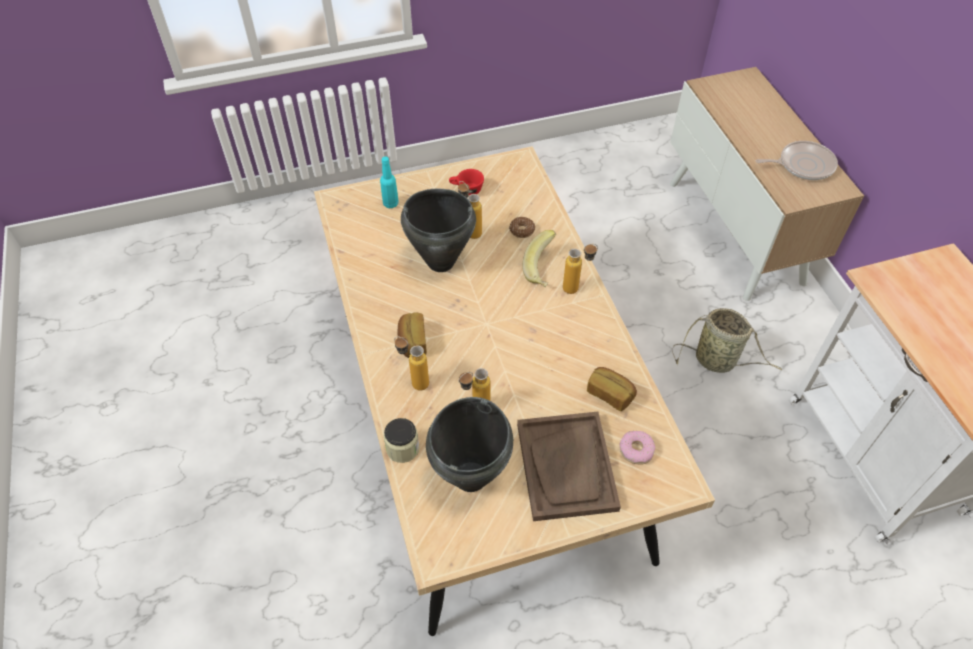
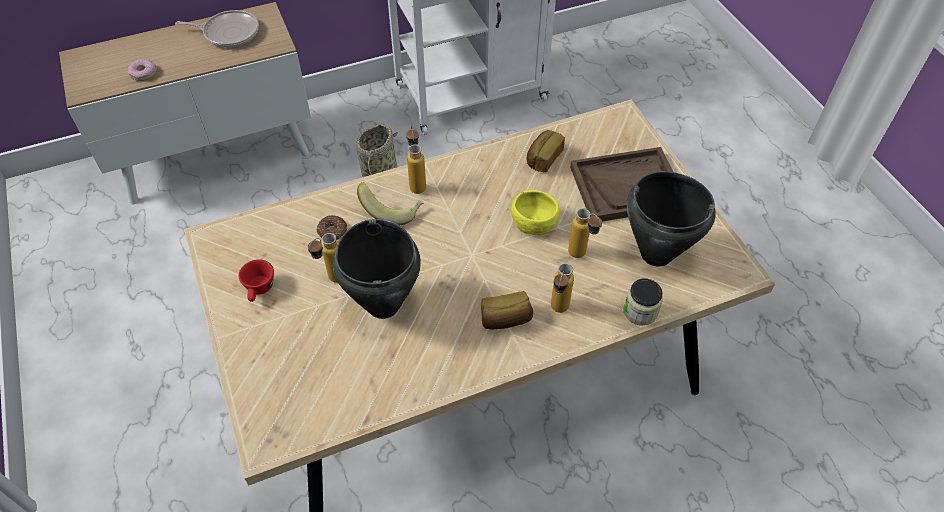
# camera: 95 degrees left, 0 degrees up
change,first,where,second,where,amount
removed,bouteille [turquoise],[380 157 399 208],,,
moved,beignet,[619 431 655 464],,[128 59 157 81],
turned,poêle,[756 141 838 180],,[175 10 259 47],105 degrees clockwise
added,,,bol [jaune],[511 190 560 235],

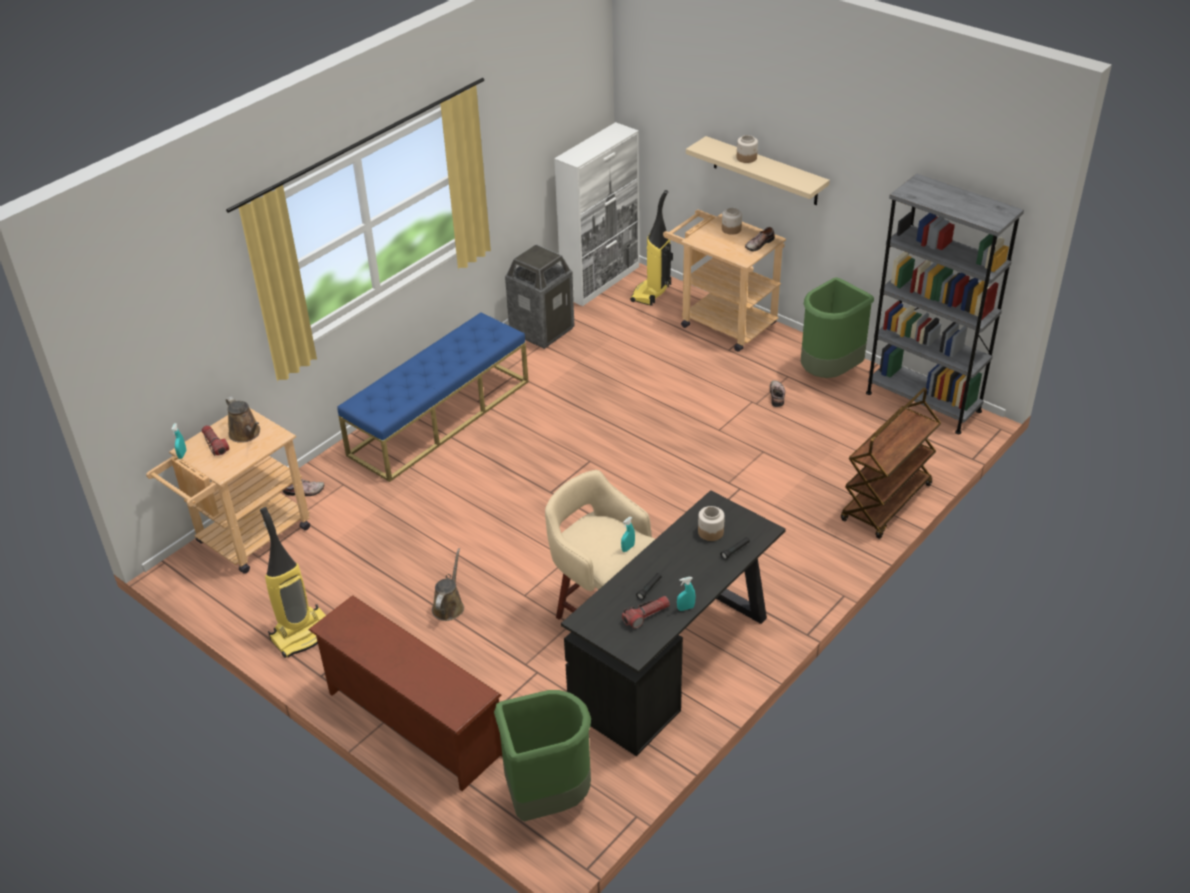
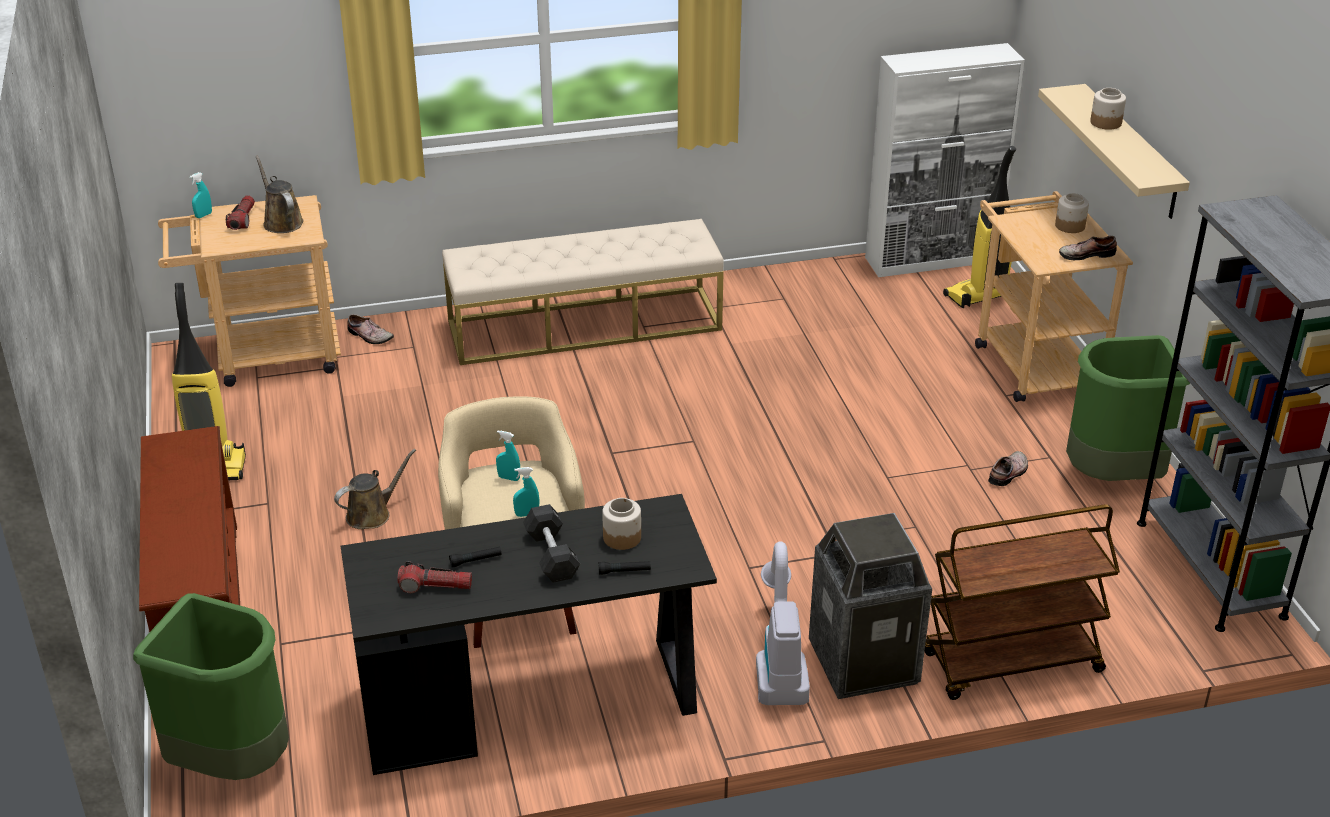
# camera: 35 degrees right, 5 degrees down
change,first,where,second,where,amount
turned,arrosoir [marron],[226 397 260 443],,[256 156 304 233],150 degrees clockwise
recoloured,banc [bleu],[337 312 528 482],banc [beige],[442 219 724 365],
moved,poubelle,[505 244 574 349],,[809 513 932 699],
moved,vaporisateur [turquoise],[677 577 695 611],,[496 430 520 481],
added,,,haltère [noir],[523 504 580 583],
added,,,aspirateur,[756 541 810 705],

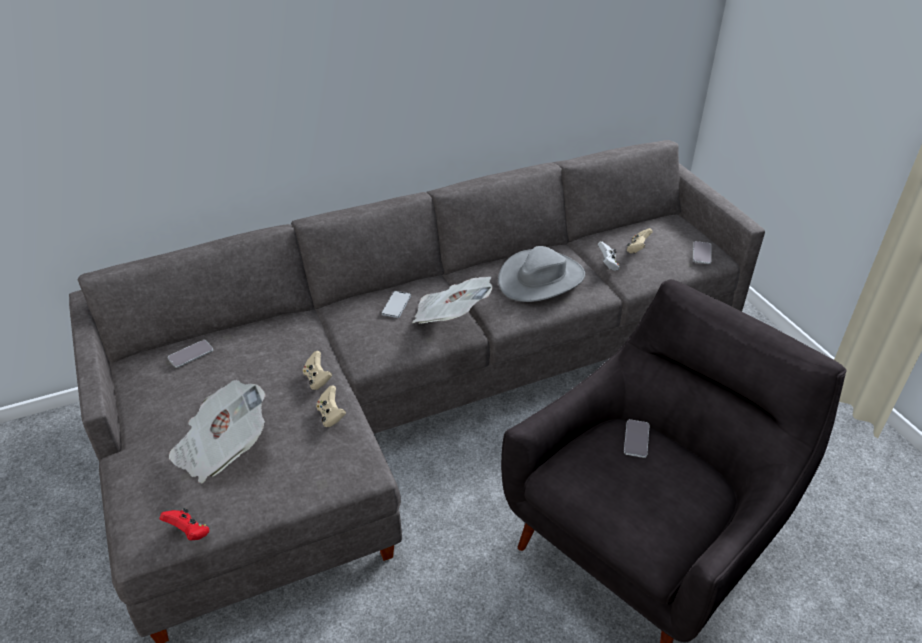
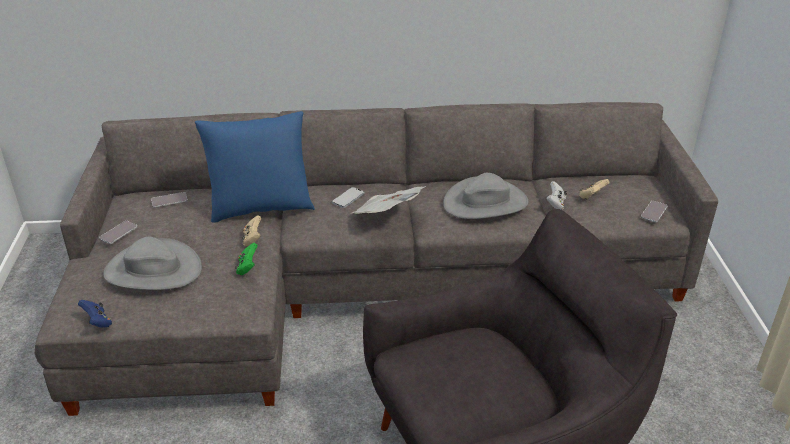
# camera: 20 degrees right, 5 degrees down
change,first,where,second,where,amount
recoloured,manette [rouge],[159 508 210 540],manette [bleu],[78 300 112 328],
replaced,journal,[169 380 266 483],chapeau [gris],[103 237 202 290],
recoloured,manette [beige],[316 385 346 427],manette [vert],[235 243 258 275],
moved,téléphone,[624 419 649 458],,[99 221 137 244],
added,,,coussin [bleu],[195 111 315 223],

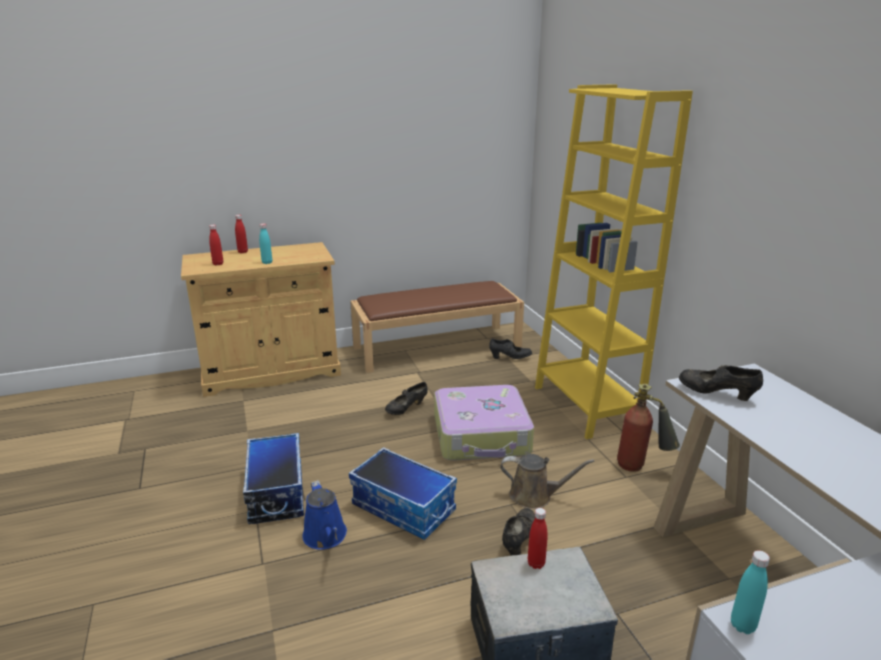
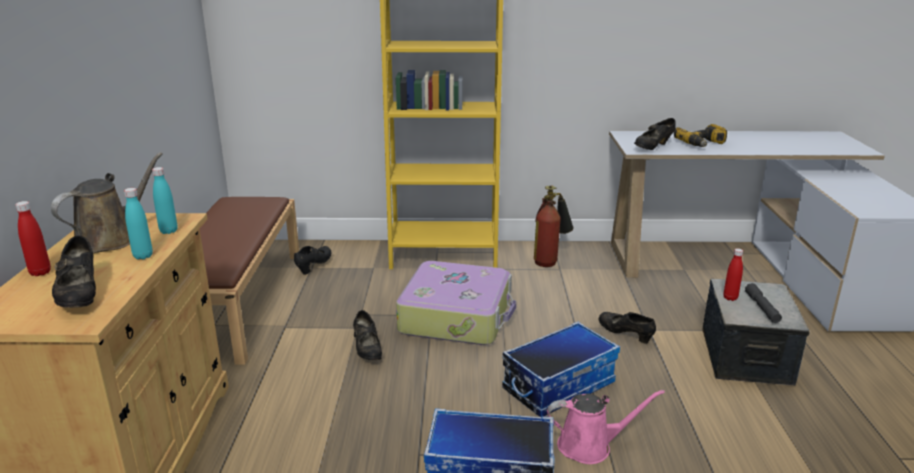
# camera: 70 degrees left, 0 degrees up
change,first,where,second,where,amount
replaced,bouteille [rouge],[209 225 223 265],chaussure [noir],[52 236 96 308],
recoloured,arrosoir [bleu],[302 480 347 550],arrosoir [rose],[547 390 665 464],
moved,arrosoir [marron],[500 454 594 509],,[51 152 163 253],
moved,bouteille [turquoise],[731 550 770 634],,[152 167 178 234],
added,,,perceuse,[674 124 727 147],
added,,,lampe de poche [gris],[745 283 782 323],

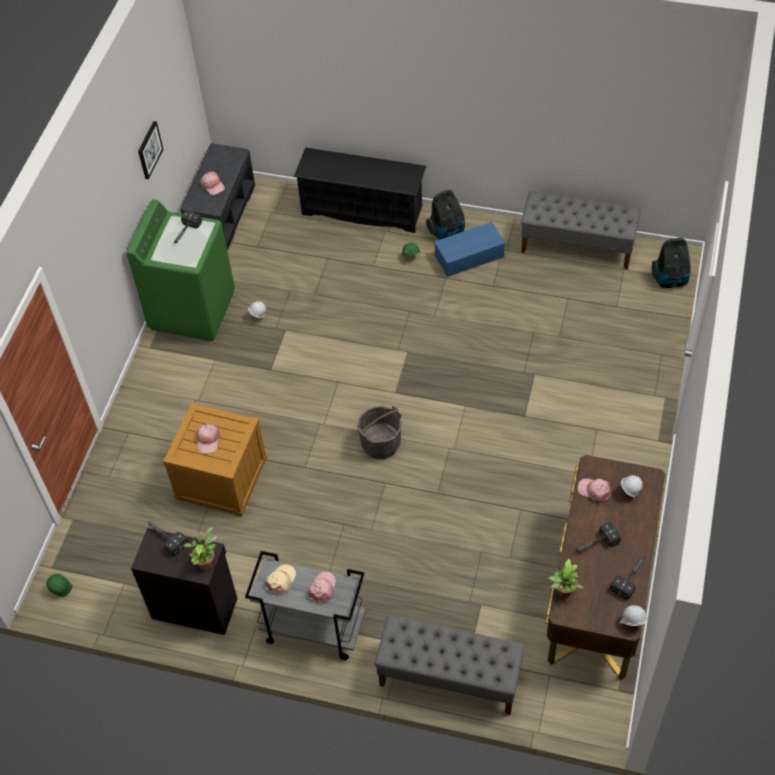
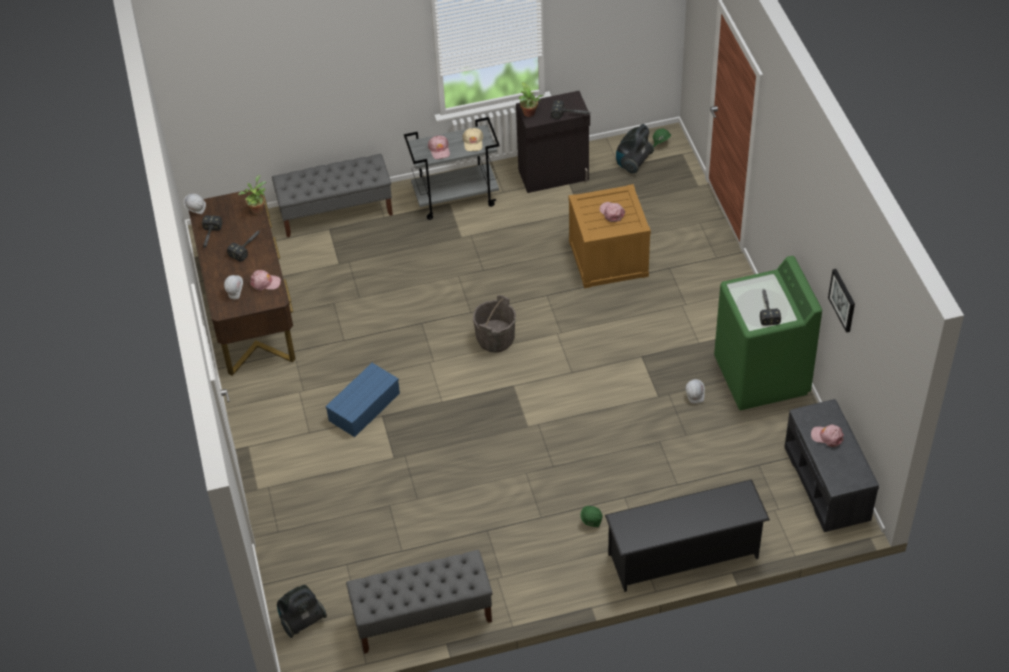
# camera: 150 degrees right, 5 degrees down
change,first,where,second,where,amount
moved,aspirateur,[426 189 465 240],,[616 124 654 174],
moved,boîte de rangement [bleu],[434 222 506 277],,[325 363 400 437],

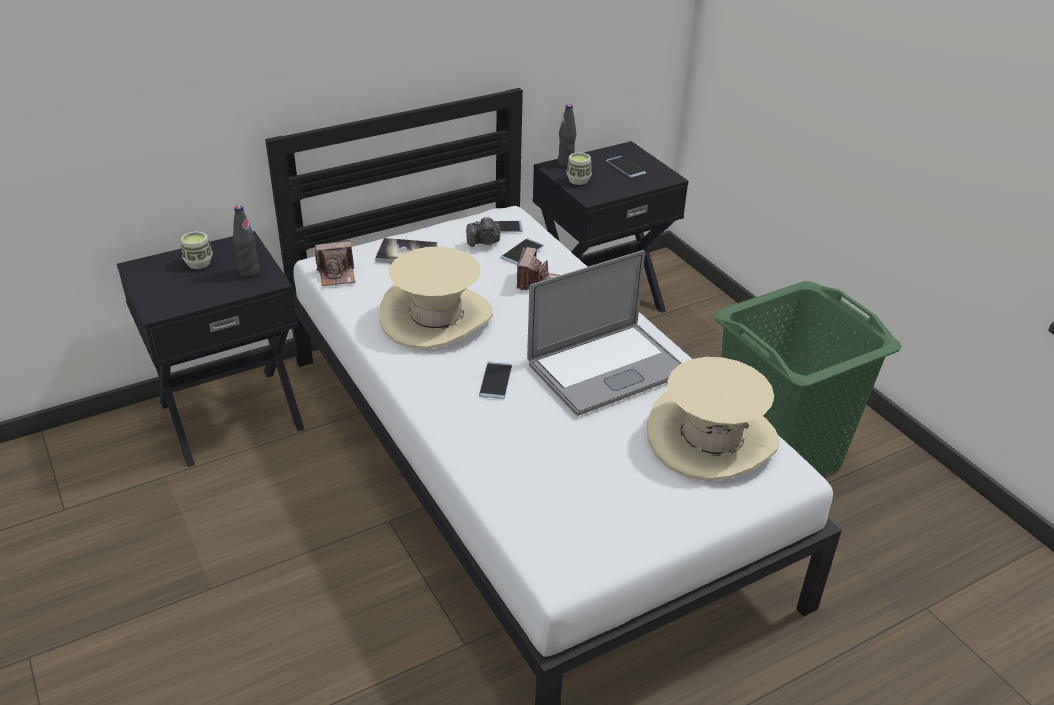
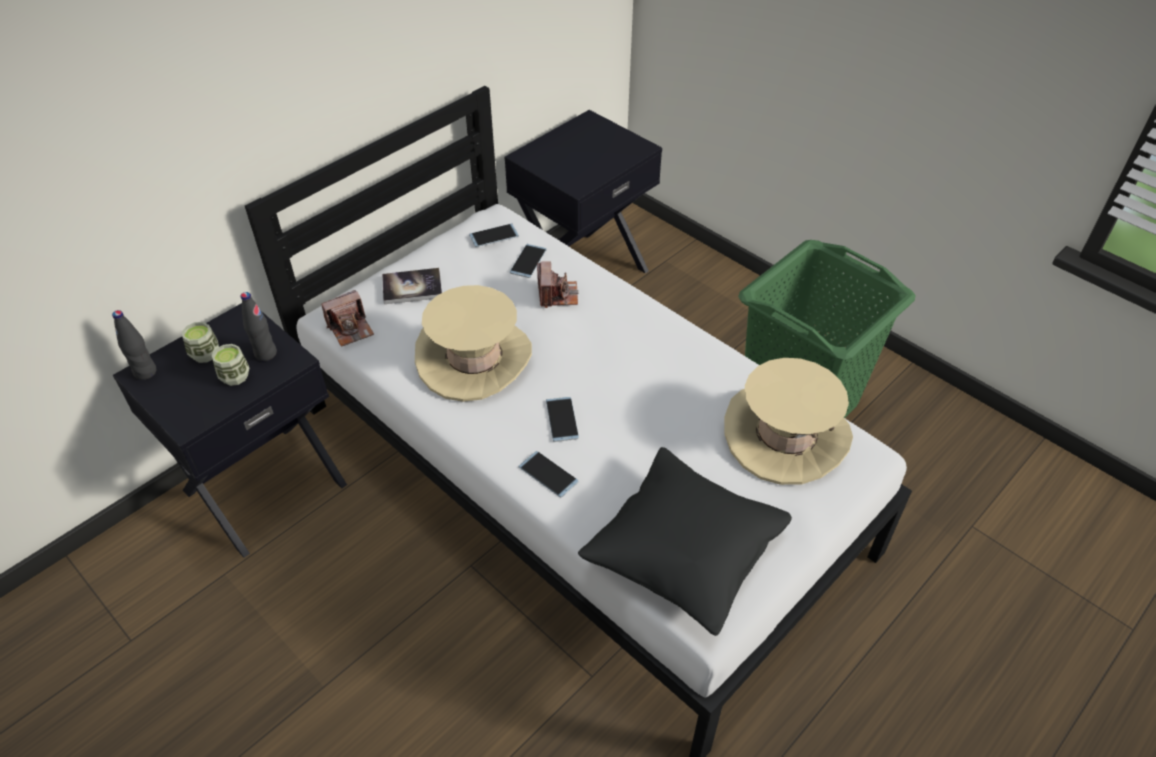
# camera: 15 degrees left, 10 degrees up
change,first,where,second,where,amount
removed,appareil photo,[466 217 500 247],,,
removed,ordinateur portable,[527 250 682 416],,,
moved,bouteille [noir],[558 104 576 167],,[112 310 156 380],
moved,tasse,[566 152 592 185],,[212 344 249 386],
moved,téléphone,[606 156 646 178],,[518 451 579 497],
added,,,coussin [noir],[578 447 792 636],

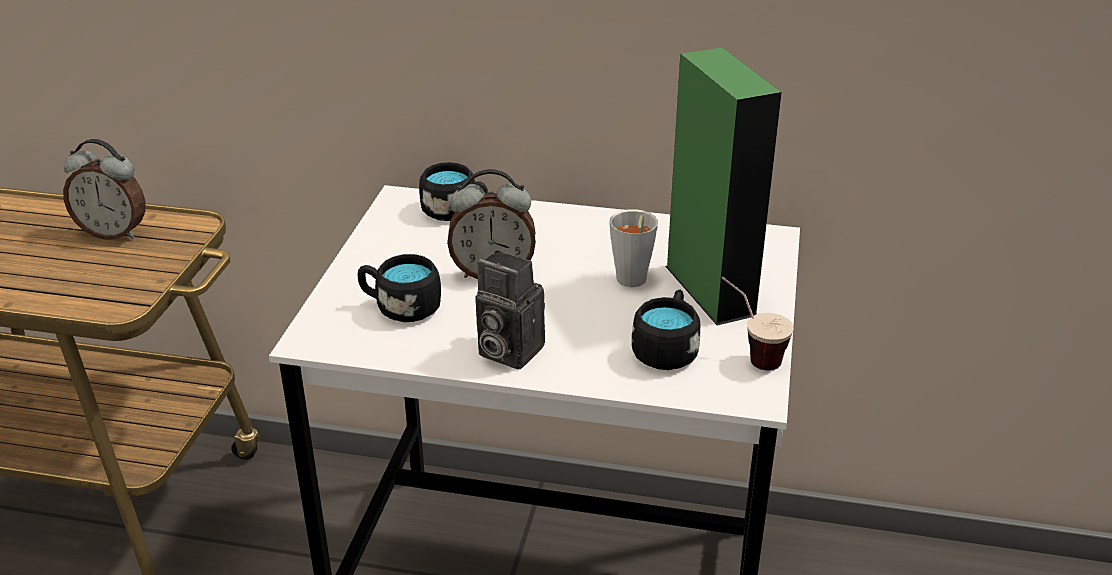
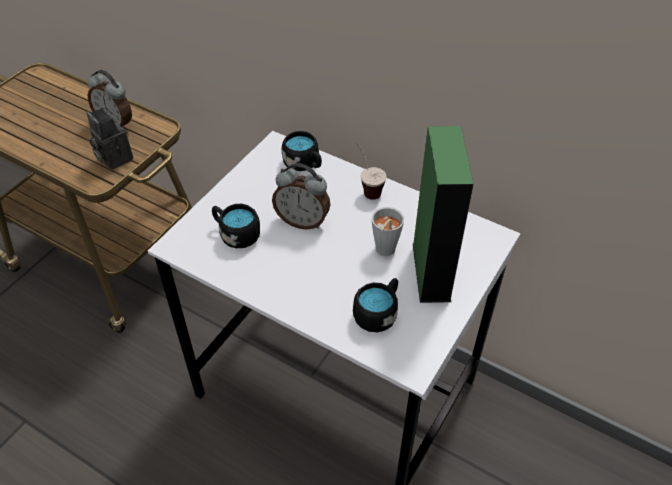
# camera: 20 degrees right, 15 degrees up
change,first,where,second,where,amount
moved,appareil photo,[475 250 545 370],,[87 108 133 170],
moved,tasse,[721 277 794 370],,[357 142 387 200],

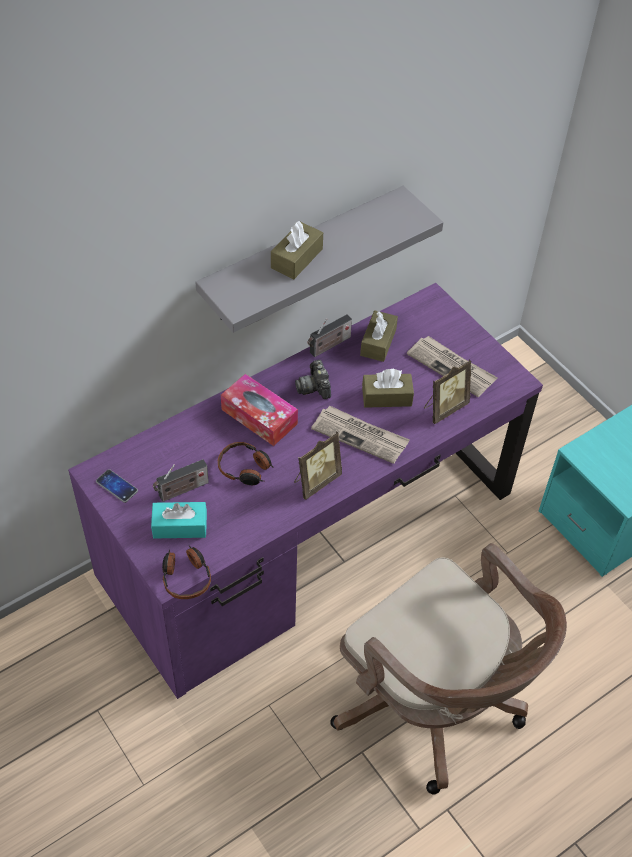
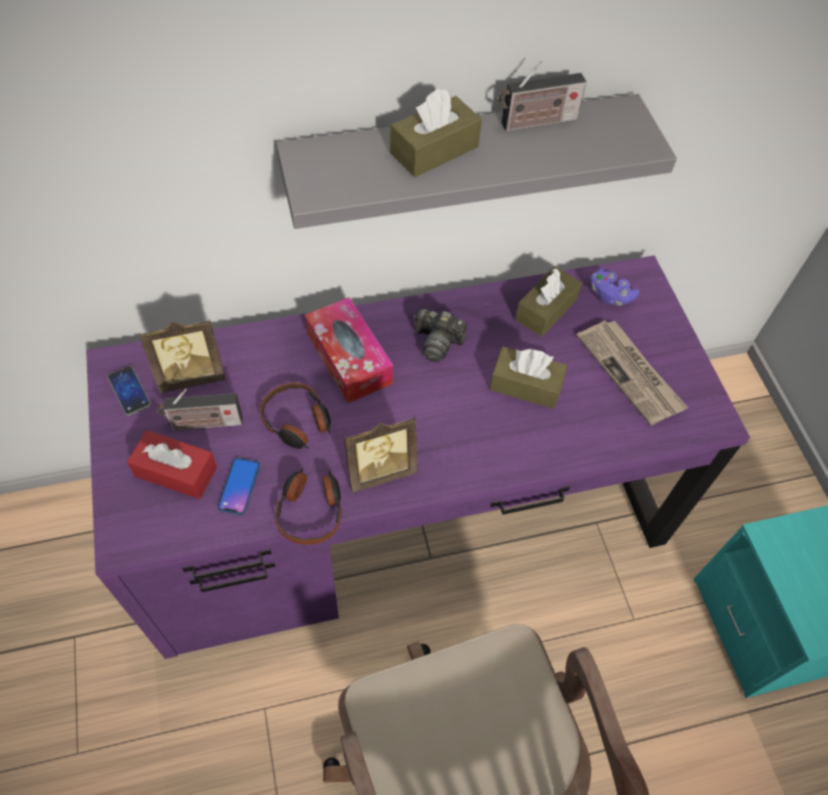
# camera: 20 degrees right, 5 degrees up
change,first,where,second,where,amount
recoloured,boîte à mouchoirs [turquoise],[151 502 207 538],boîte à mouchoirs [rouge],[127 430 217 499],
moved,casque audio,[162 545 211 599],,[275 467 342 544],
turned,appareil photo,[295 360 331 399],,[414 309 467 362],75 degrees counterclockwise
moved,radio,[307 314 352 357],,[499 61 587 131],
removed,journal,[311 406 410 464],,,
moved,cadre photo,[424 360 471 424],,[139 319 225 393],
added,,,téléphone,[217 458 260 515],
added,,,manette [violet],[591 268 640 306],

